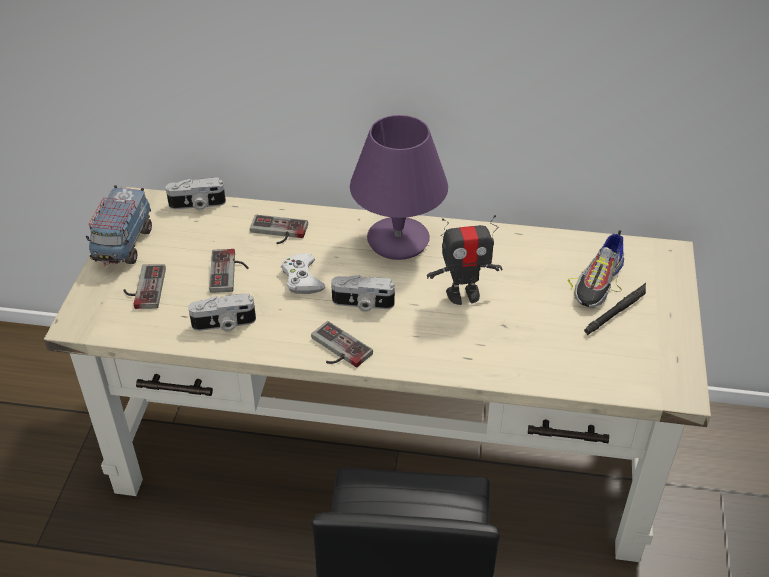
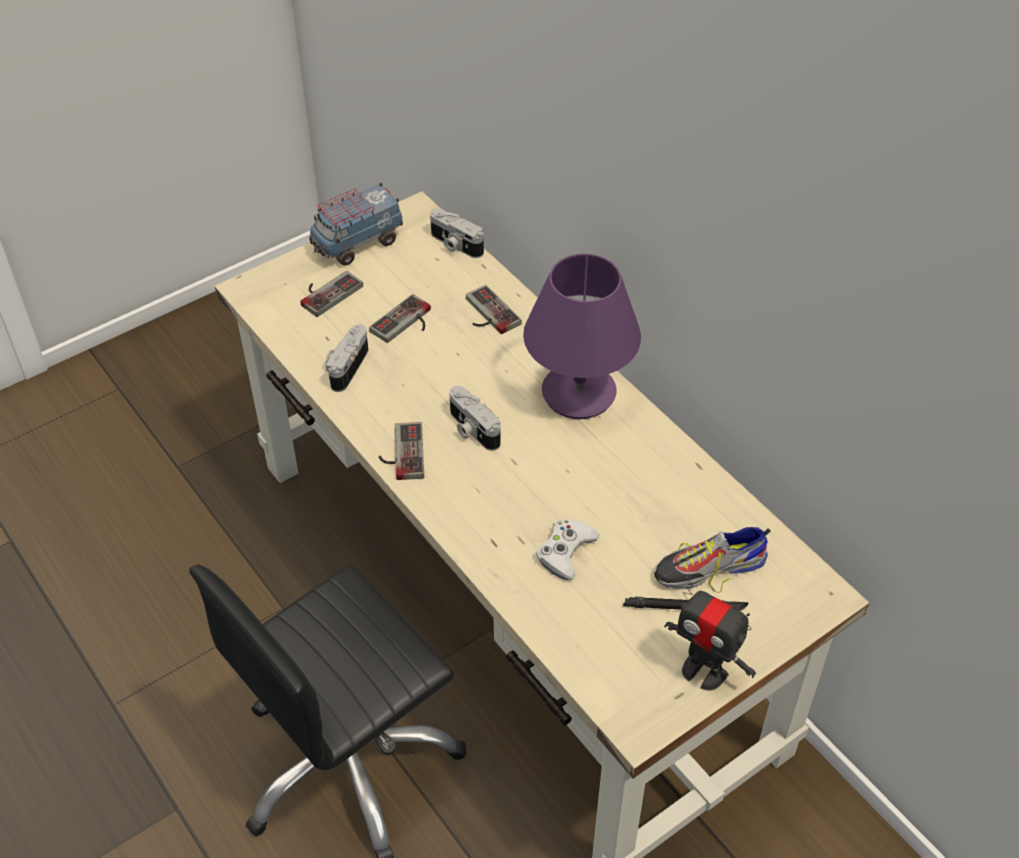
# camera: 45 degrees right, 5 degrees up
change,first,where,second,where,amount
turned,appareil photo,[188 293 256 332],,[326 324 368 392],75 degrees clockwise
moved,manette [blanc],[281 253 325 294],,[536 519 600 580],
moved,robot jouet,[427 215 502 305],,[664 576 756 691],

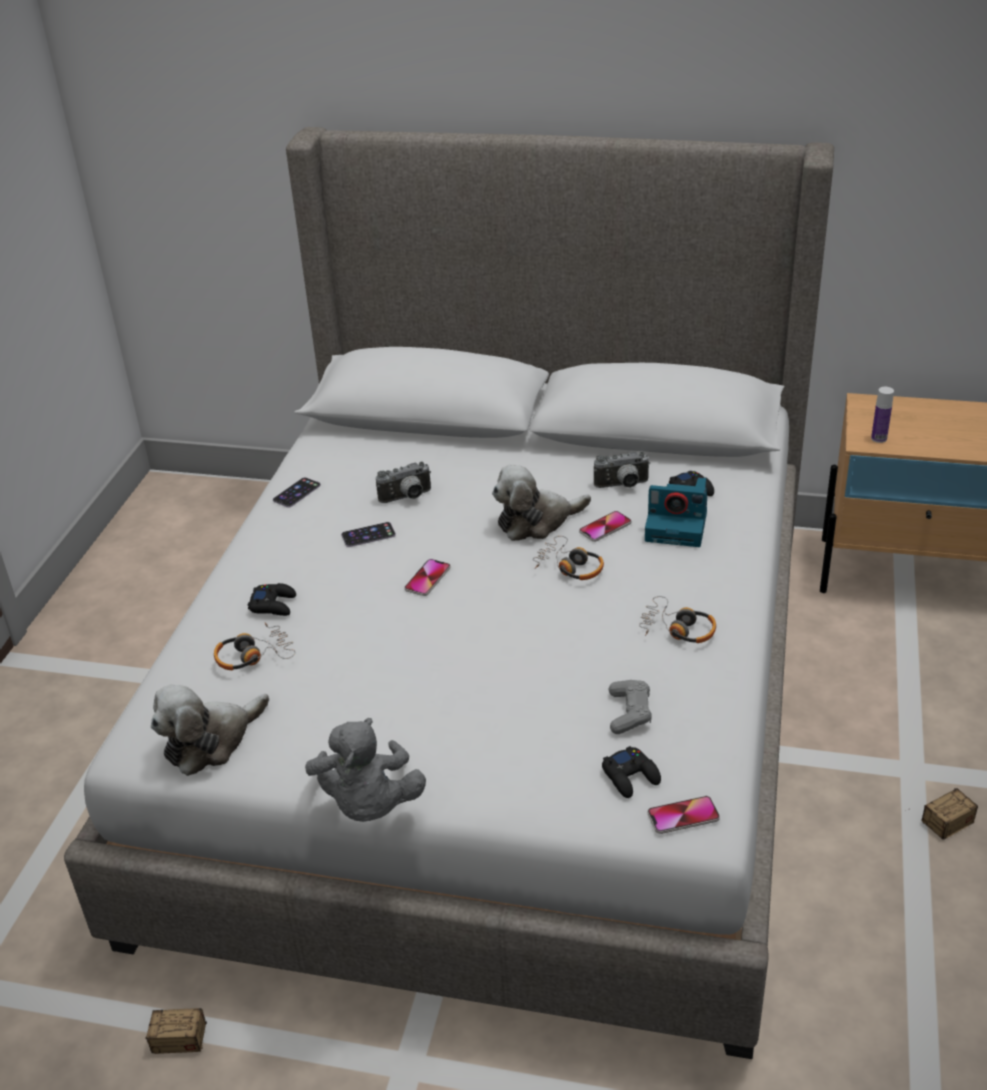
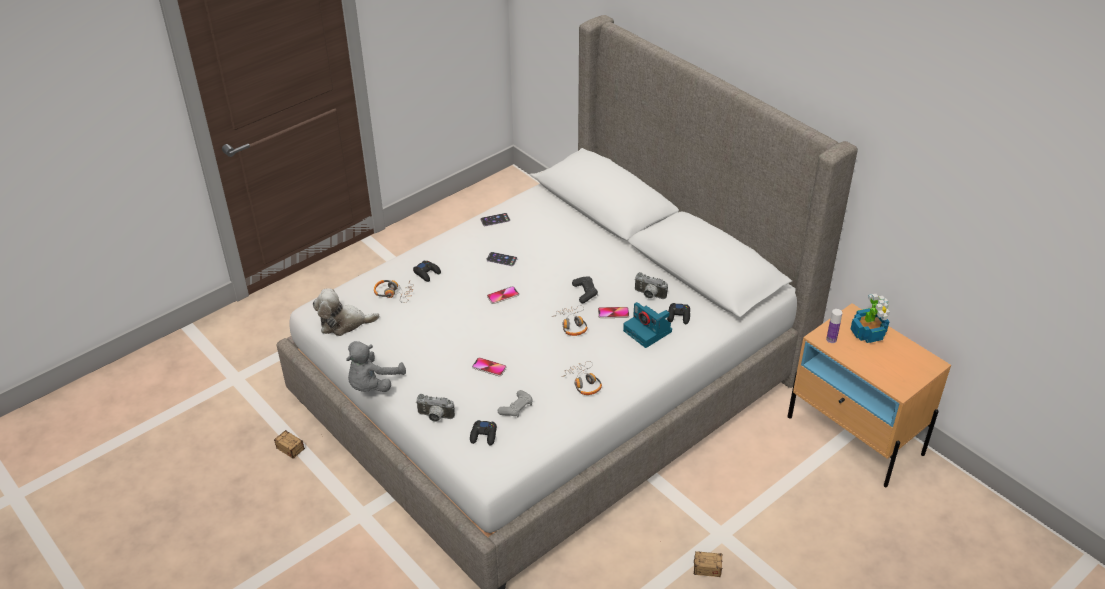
# camera: 35 degrees right, 5 degrees up
change,first,where,second,where,amount
moved,appareil photo,[376 462 431 503],,[416 394 455 422],
replaced,peluche,[492 465 591 541],manette [noir],[572 276 598 303],
moved,téléphone,[648 796 720 834],,[472 357 507 376],
added,,,plante en pot,[850 294 890 343],

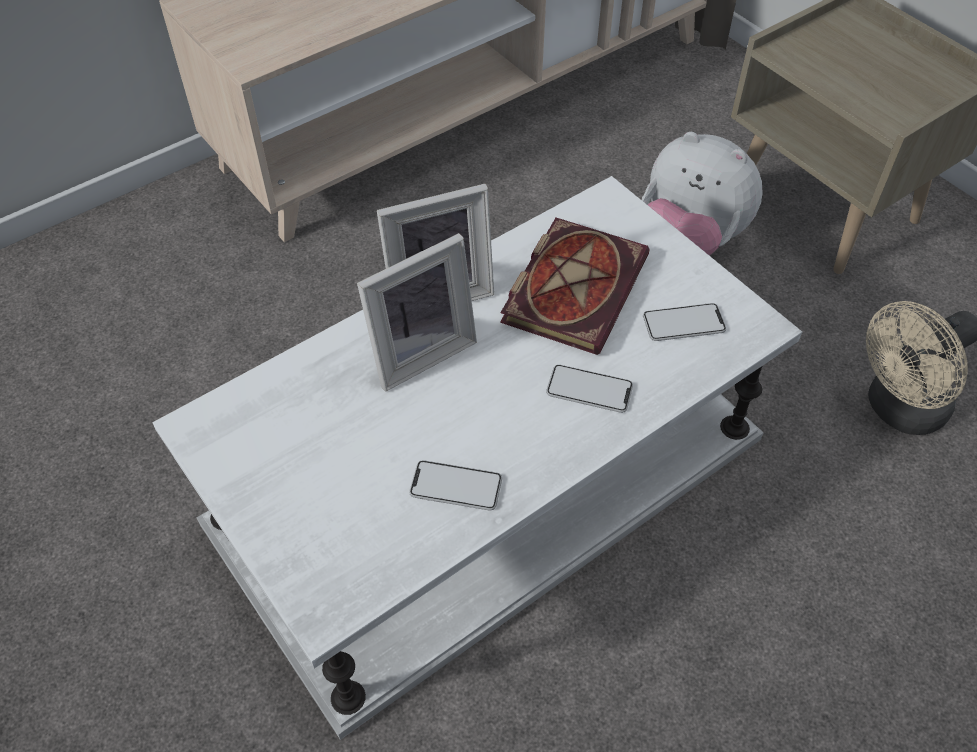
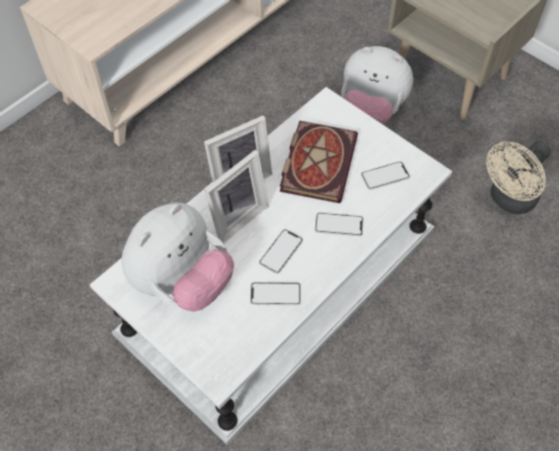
# camera: 10 degrees left, 5 degrees up
change,first,where,second,where,amount
added,,,peluche,[121 202 234 312],
added,,,téléphone,[259 229 303 274],

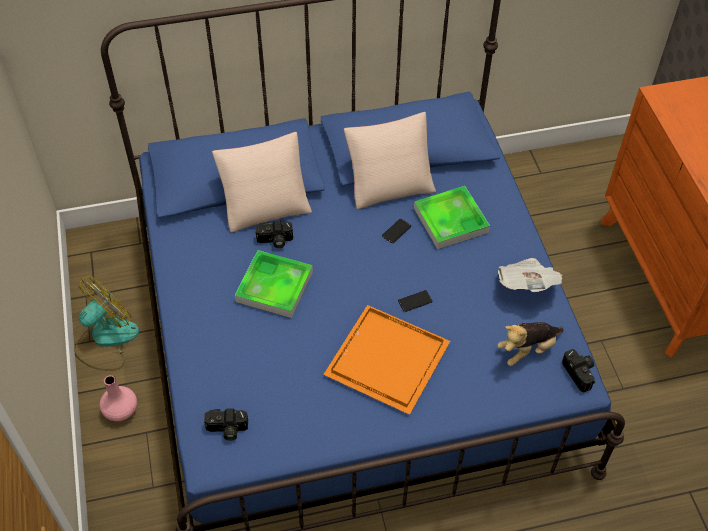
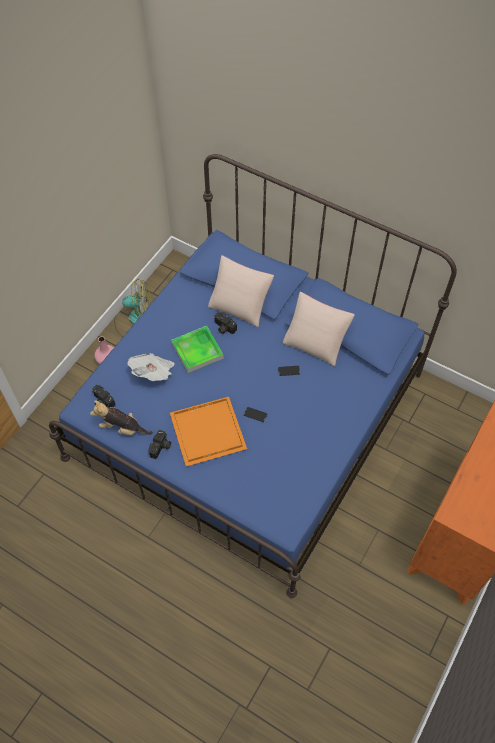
# camera: 45 degrees right, 5 degrees up
change,first,where,second,where,amount
removed,plateau,[414 186 490 249],,,
moved,peluche,[497 322 564 366],,[90 400 153 435],
moved,journal,[498 258 562 292],,[127 353 175 381],
moved,appareil photo,[562 349 595 393],,[149 430 171 459],

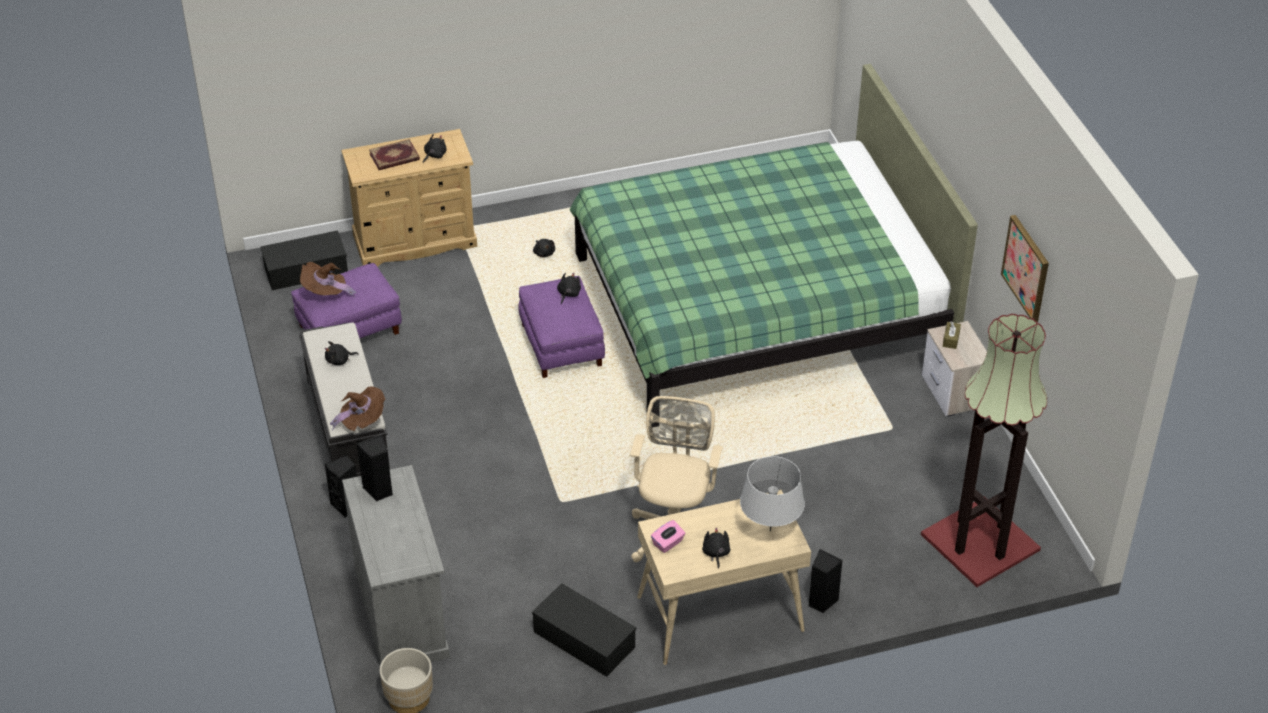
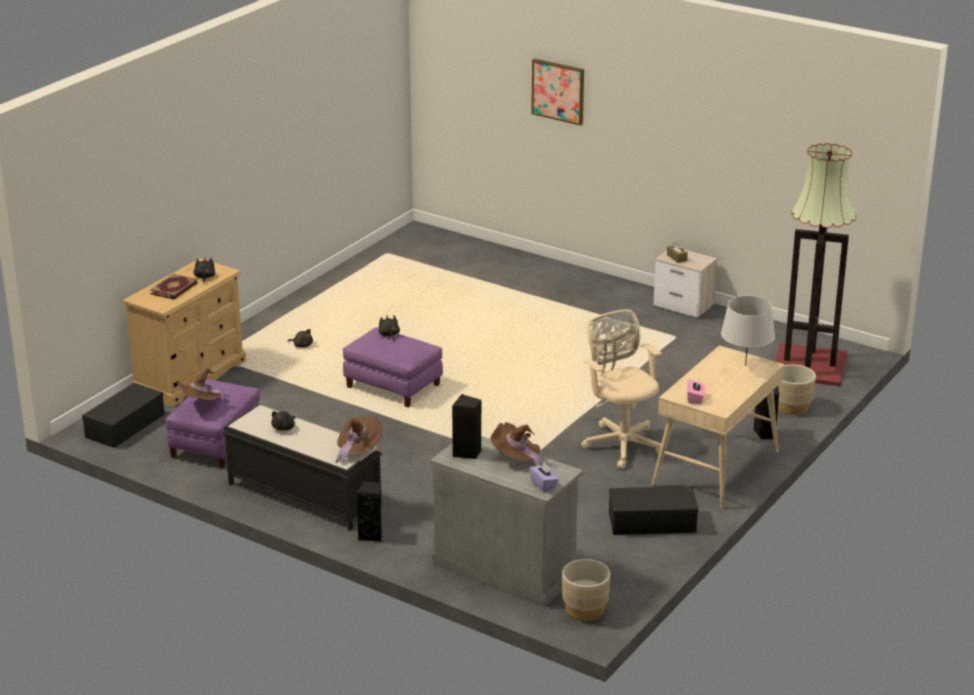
# camera: 40 degrees left, 15 degrees down
change,first,where,second,where,amount
removed,lit [vert],[569 64 978 409],,,
removed,peluche [noir],[702 528 731 569],,,
moved,tableau,[1001 215 1049 322],,[531 59 584 126],
added,,,chapeau [marron],[490 422 546 466],
added,,,boîte à mouchoirs [violet],[529 462 559 492],
added,,,cache-pot [beige],[778 365 816 415],

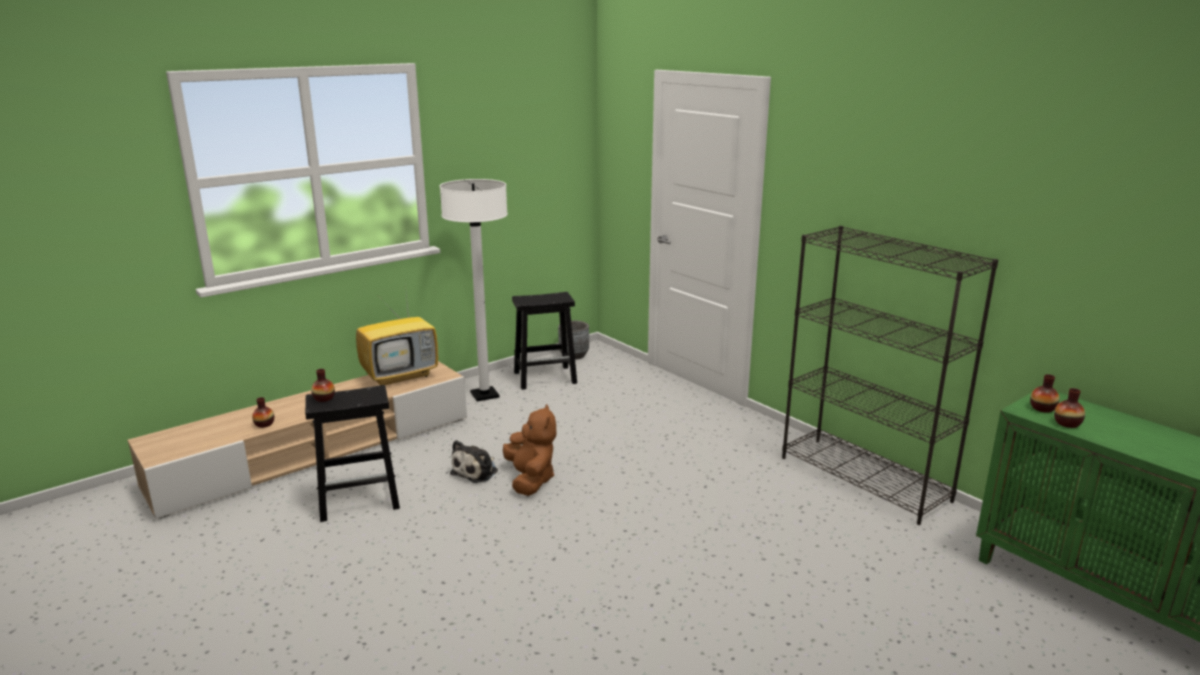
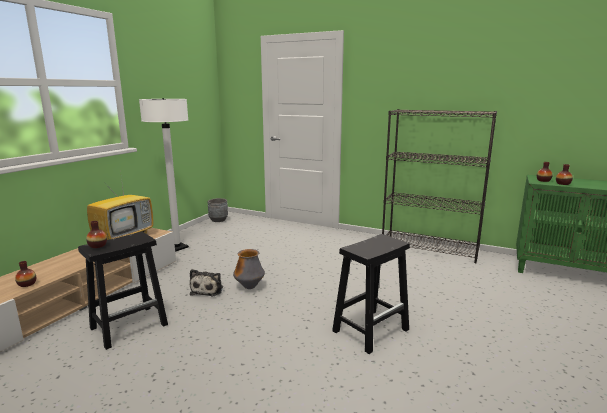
# camera: 25 degrees left, 5 degrees down
change,first,where,second,where,amount
replaced,peluche [marron],[503 404 556 496],vase,[233 249 265 289],
moved,tabouret [noir],[512 292 577 390],,[332 234 410 354],

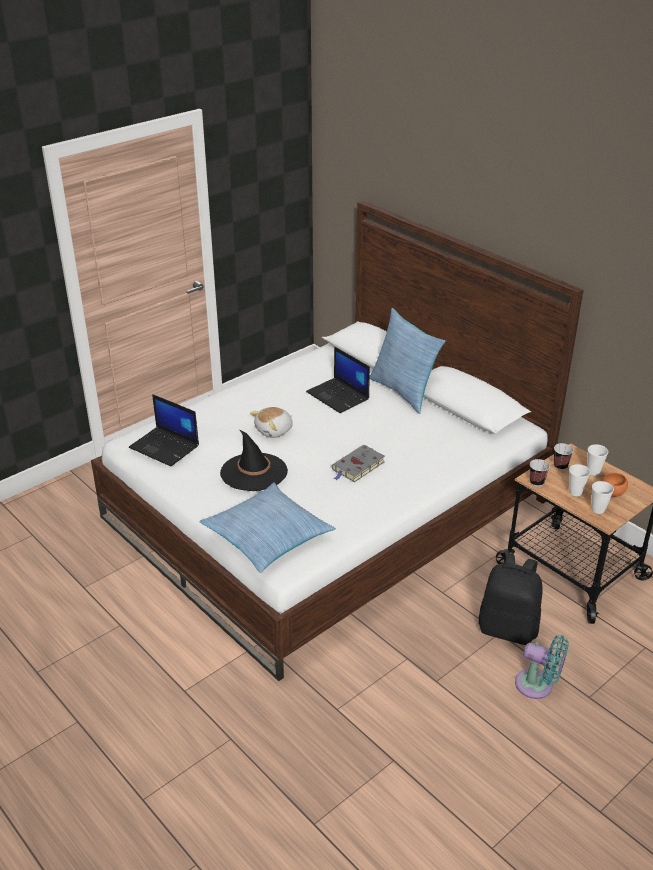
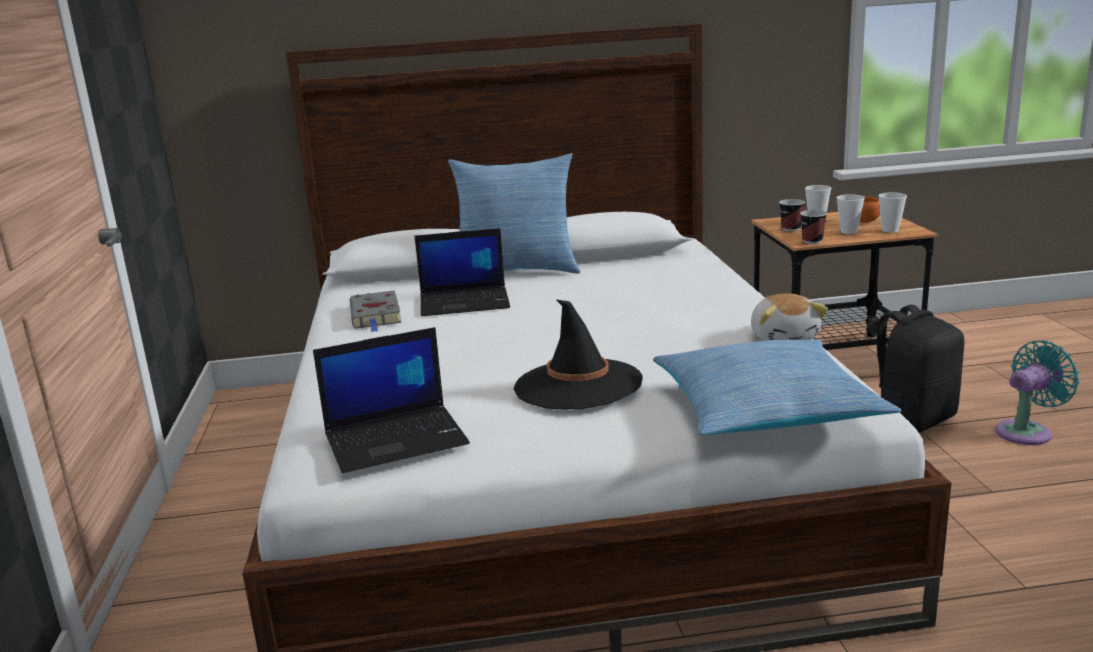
# camera: 55 degrees left, 15 degrees down
change,first,where,second,where,amount
moved,peluche,[250 407 293 438],,[751 293 828 341],
moved,livre [gris],[332 445 385 482],,[350 290 401 332],

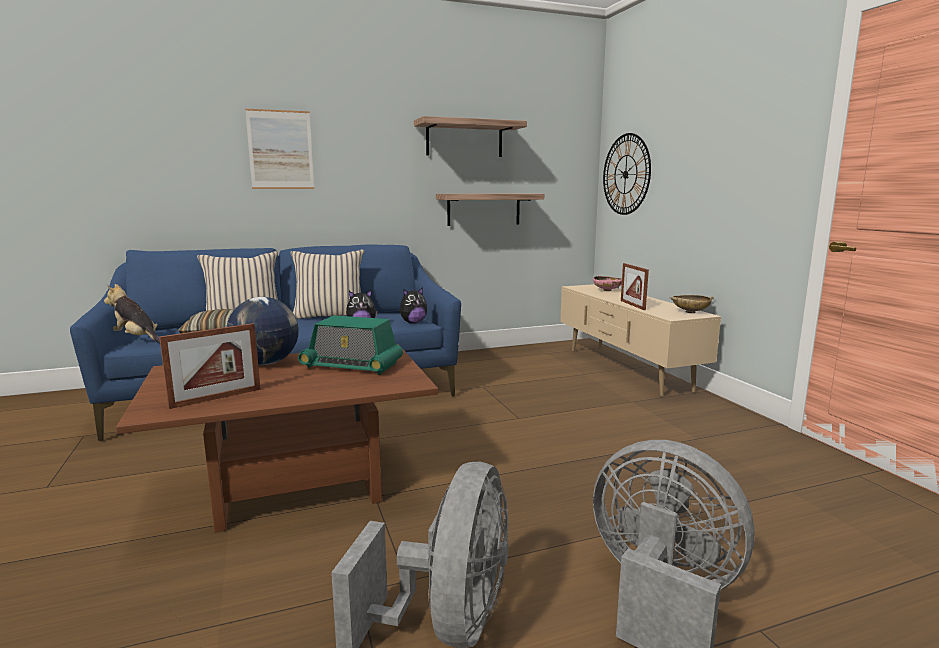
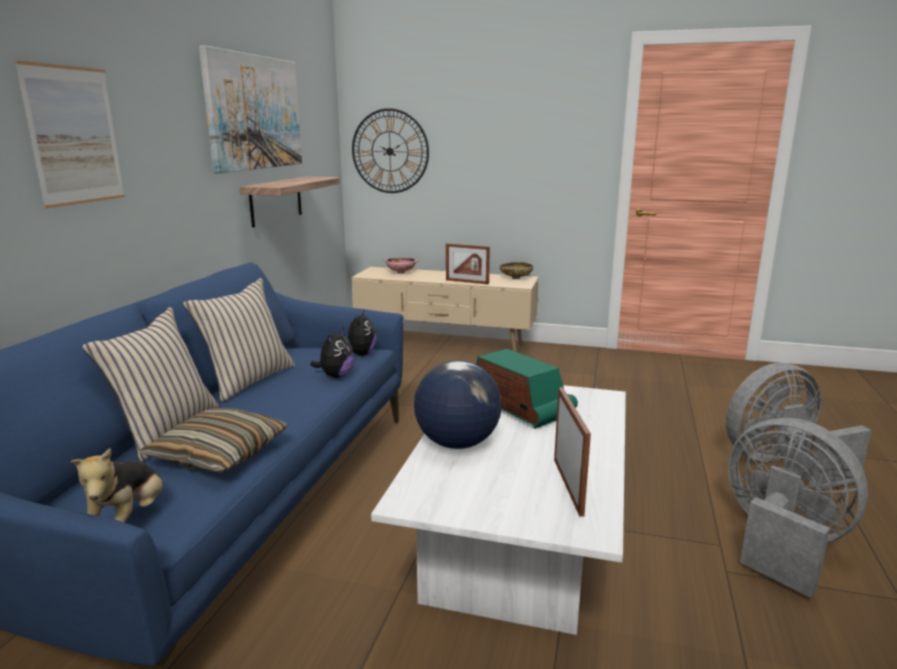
# camera: 55 degrees left, 5 degrees up
change,first,where,second,where,amount
turned,peluche,[104 284 160 343],,[70 448 163 523],60 degrees counterclockwise
recoloured,table basse [marron],[116 344 438 533],table basse [blanc],[371 385 626 635],
turned,radio,[298 315 403 375],,[476 349 578 429],90 degrees counterclockwise
replaced,étagère,[414 116 527 157],tableau,[199 45 302 173],

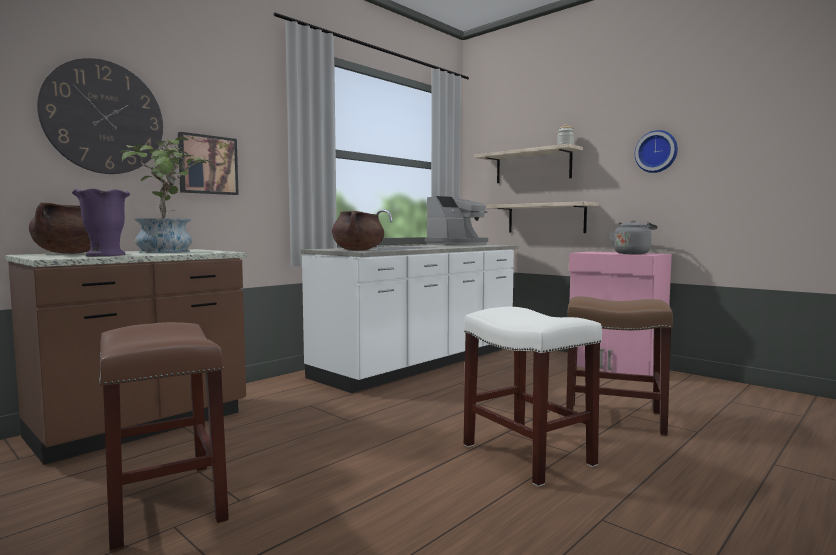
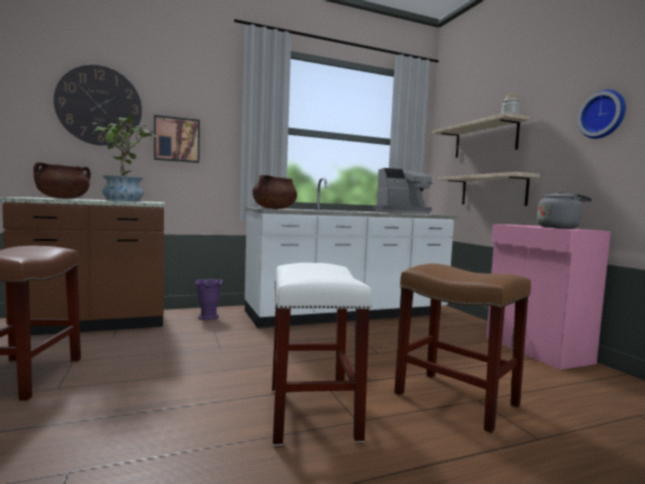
# camera: 25 degrees right, 0 degrees up
change,first,where,second,where,amount
moved,vase [violet],[72 188 130 256],,[195 279 224 320],

